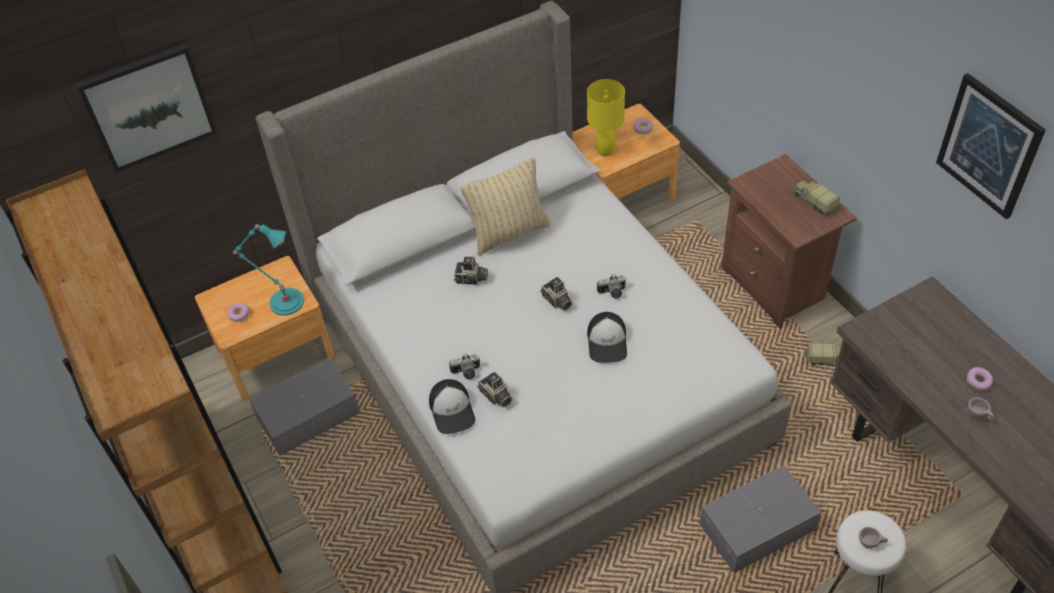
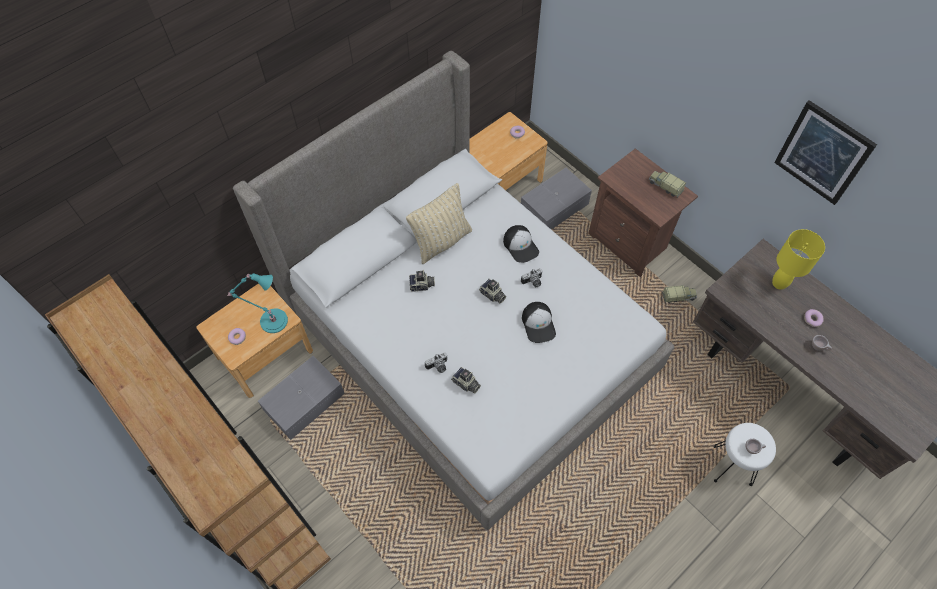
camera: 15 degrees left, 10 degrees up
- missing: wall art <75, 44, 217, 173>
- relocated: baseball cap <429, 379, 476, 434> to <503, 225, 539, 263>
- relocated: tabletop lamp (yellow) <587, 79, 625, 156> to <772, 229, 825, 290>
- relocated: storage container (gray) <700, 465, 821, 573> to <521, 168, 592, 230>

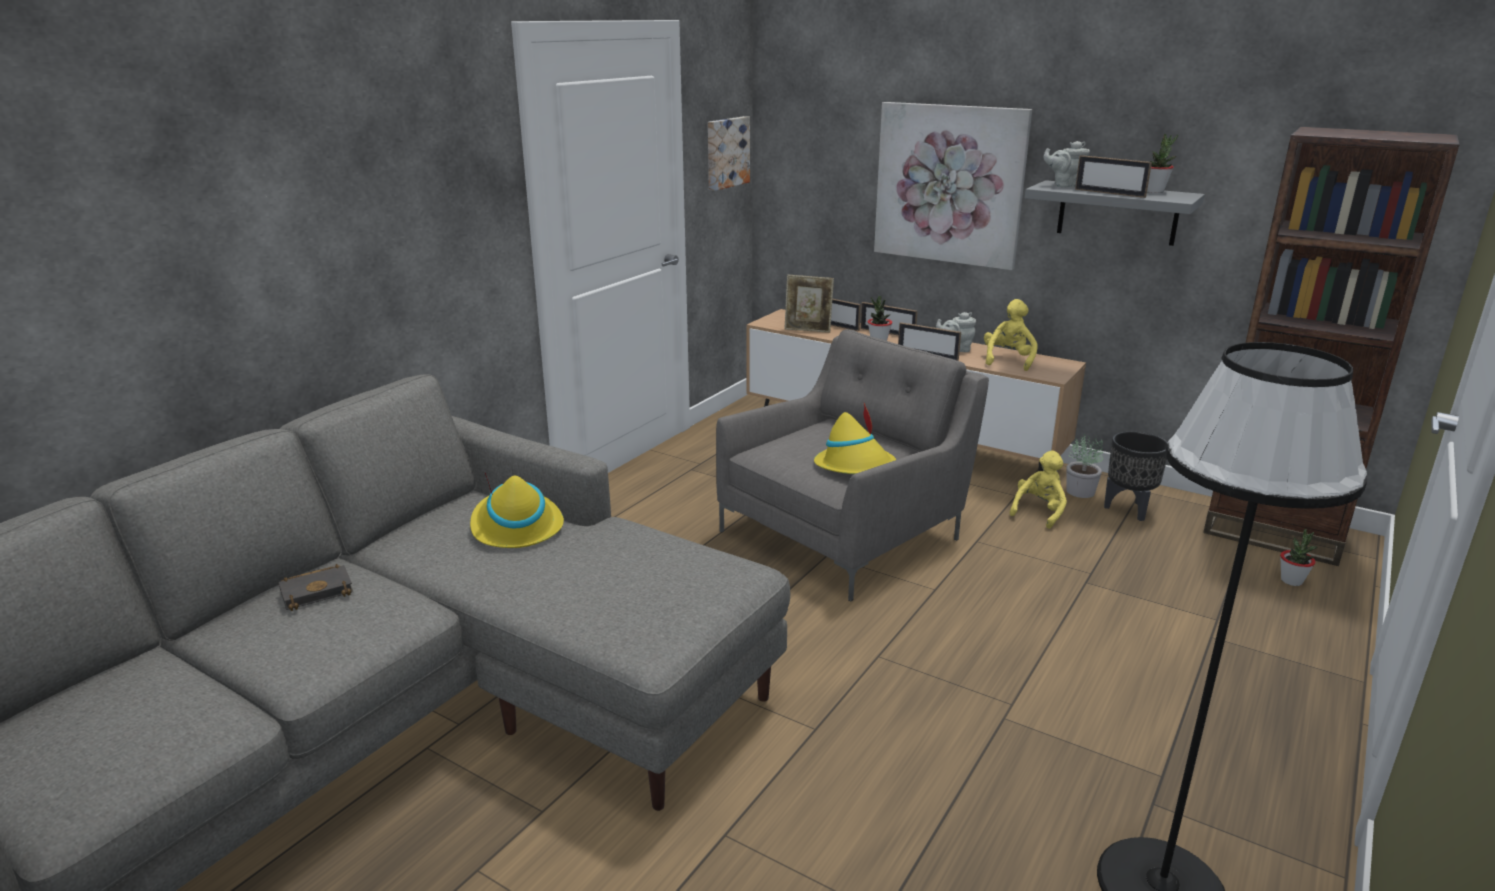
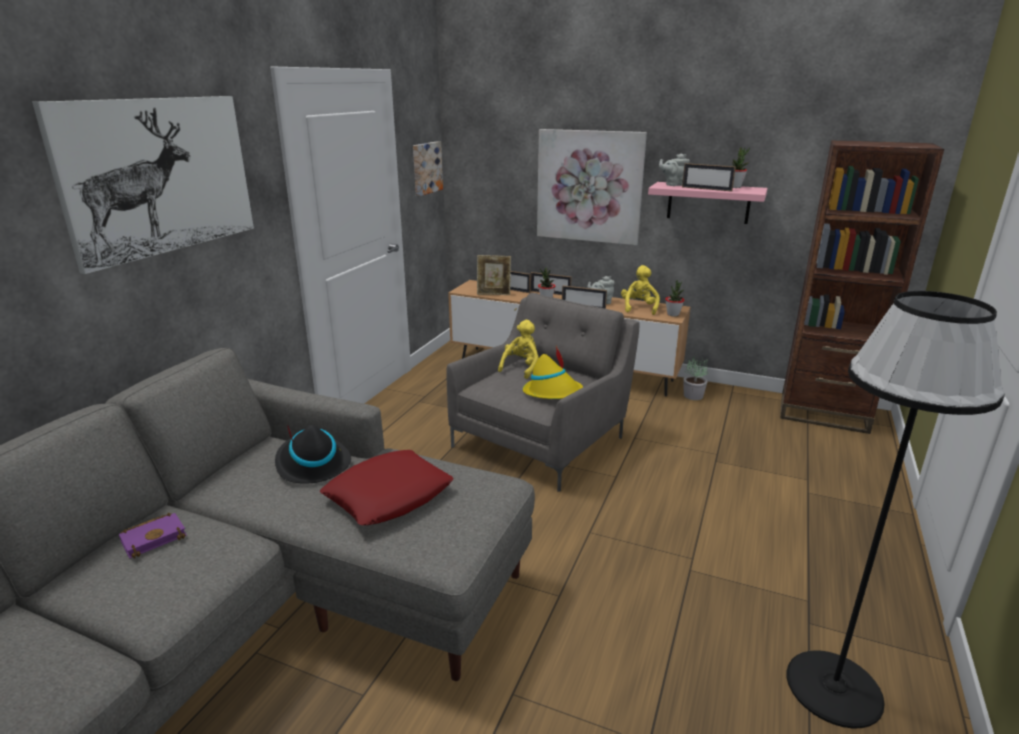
camera: 10 degrees left, 0 degrees up
- colour: book (blackish) <279, 564, 353, 611> to book (purple) <119, 513, 187, 558>
- colour: clothing hat (yellow) <470, 473, 564, 548> to clothing hat (blackish) <275, 425, 351, 484>
- relocated: soft toy (yellow) <1010, 450, 1067, 529> to <498, 320, 539, 379>
- colour: bracket shelf (gray) <1025, 180, 1205, 246> to bracket shelf (pink) <648, 182, 768, 224>
- missing: planter (blackish) <1104, 432, 1167, 521>
- relocated: plant in a pot <1280, 529, 1318, 586> to <665, 280, 685, 316>
- appeared: wall art <32, 96, 254, 274>
- appeared: cushion (reddish) <320, 450, 453, 525>

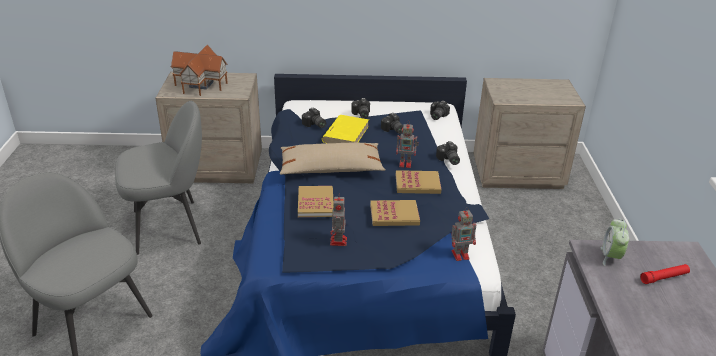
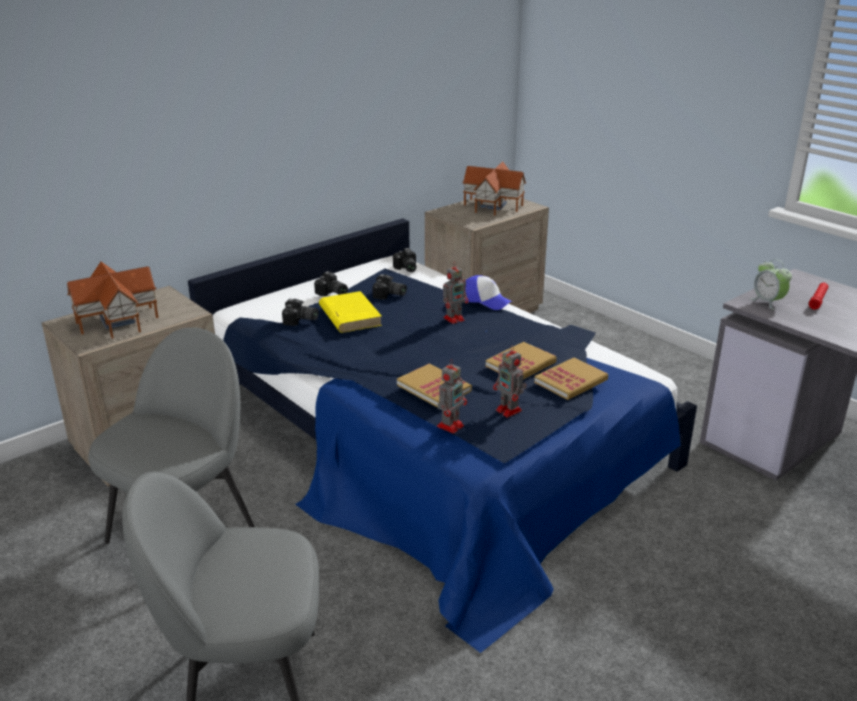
camera: 40 degrees left, 5 degrees down
- missing: cushion (beige-coloured) <280, 143, 386, 175>
- relocated: book <396, 170, 441, 194> to <534, 358, 608, 400>
- exchanged: photo camera <436, 141, 460, 165> to baseball cap <465, 275, 513, 310>
- relocated: robot figure <452, 207, 476, 261> to <437, 359, 467, 434>
- appeared: miniature house <462, 162, 526, 215>

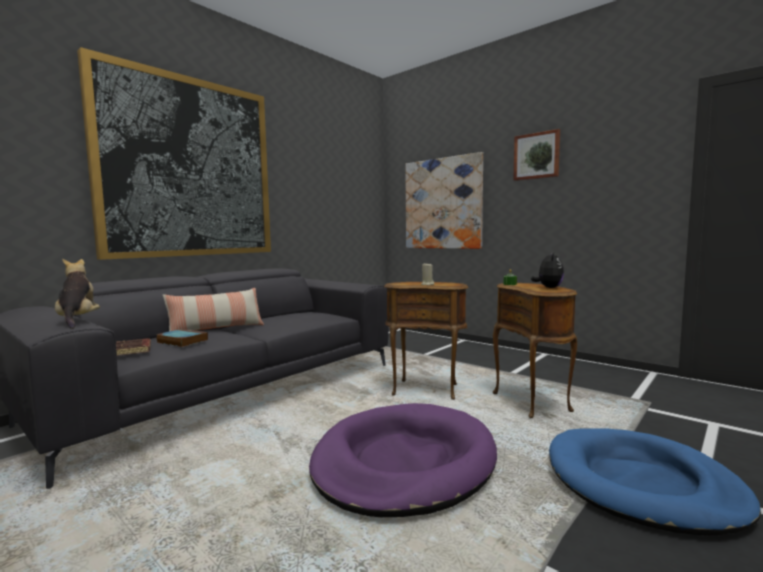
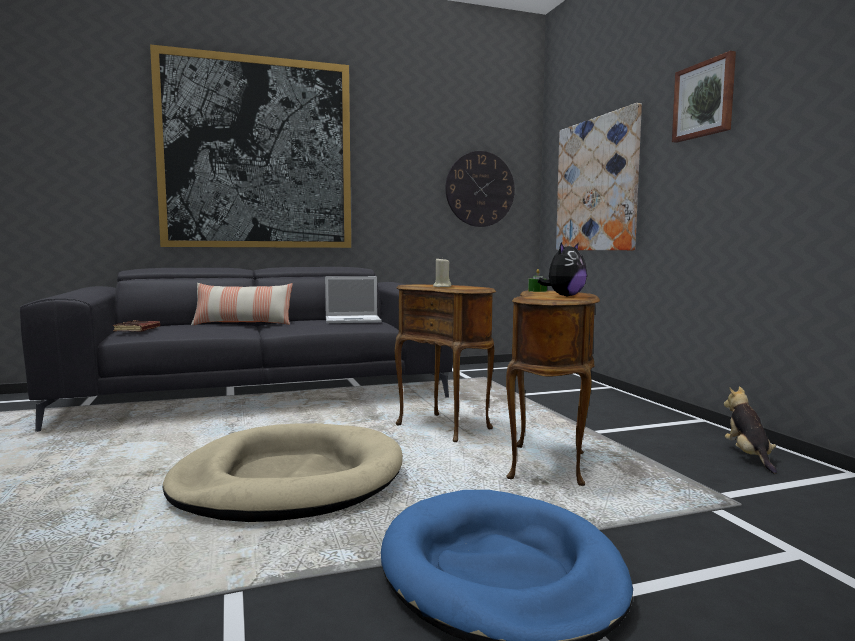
camera: 30 degrees right, 0 degrees up
- relocated: soft toy <55, 258, 100, 329> to <724, 387, 777, 474>
- missing: book <156, 329, 208, 347>
- colour: dog bed (purple) <309, 403, 497, 517> to dog bed (beige-coloured) <162, 423, 403, 522>
- appeared: portable computer <325, 276, 381, 323>
- appeared: hanging clock <446, 151, 515, 227>

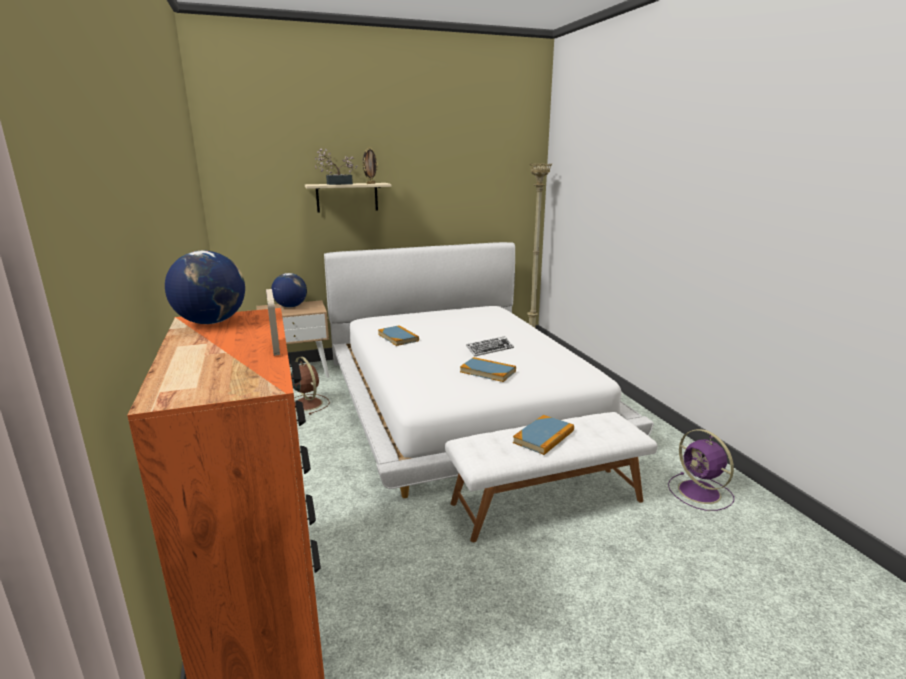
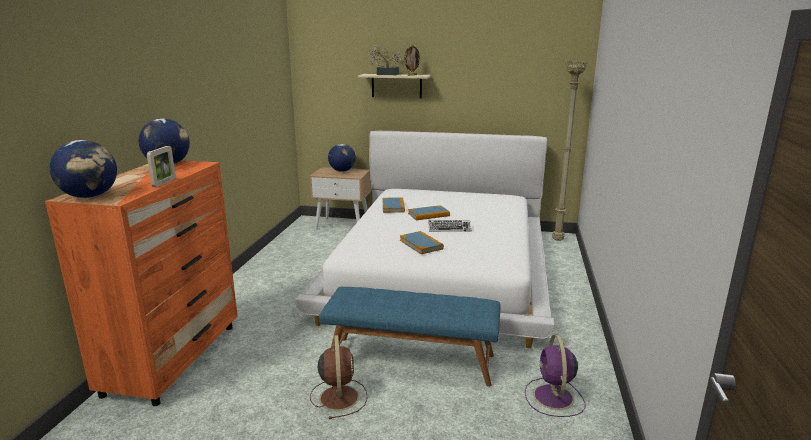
camera: 30 degrees right, 0 degrees up
- relocated: fan (brown) <291, 357, 330, 415> to <310, 335, 368, 419>
- colour: long seat (white-coloured) <445, 412, 658, 542> to long seat (bluish) <319, 287, 501, 387>
- relocated: book <513, 415, 574, 455> to <408, 205, 450, 220>
- appeared: globe <50, 140, 117, 198>

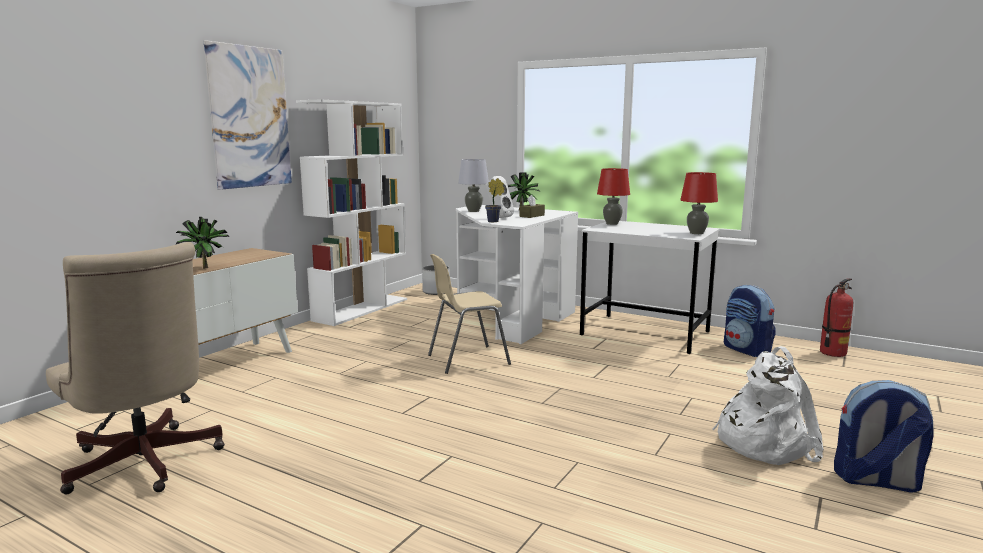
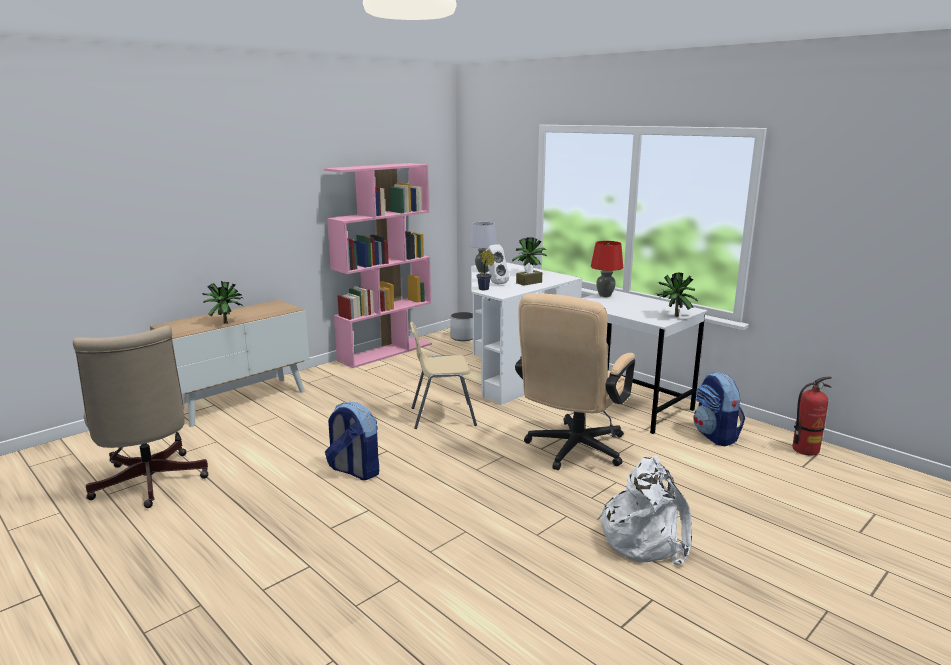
camera: 15 degrees right, 5 degrees up
- missing: wall art <204, 40, 292, 190>
- colour: bookshelf (white-coloured) <296, 100, 407, 326> to bookshelf (pink) <324, 163, 432, 368>
- exchanged: tabletop lamp (reddish) <680, 172, 718, 234> to plant in a pot <656, 273, 698, 317>
- relocated: knapsack <834, 380, 934, 493> to <325, 402, 379, 480>
- appeared: computer chair (beige-coloured) <515, 293, 635, 470>

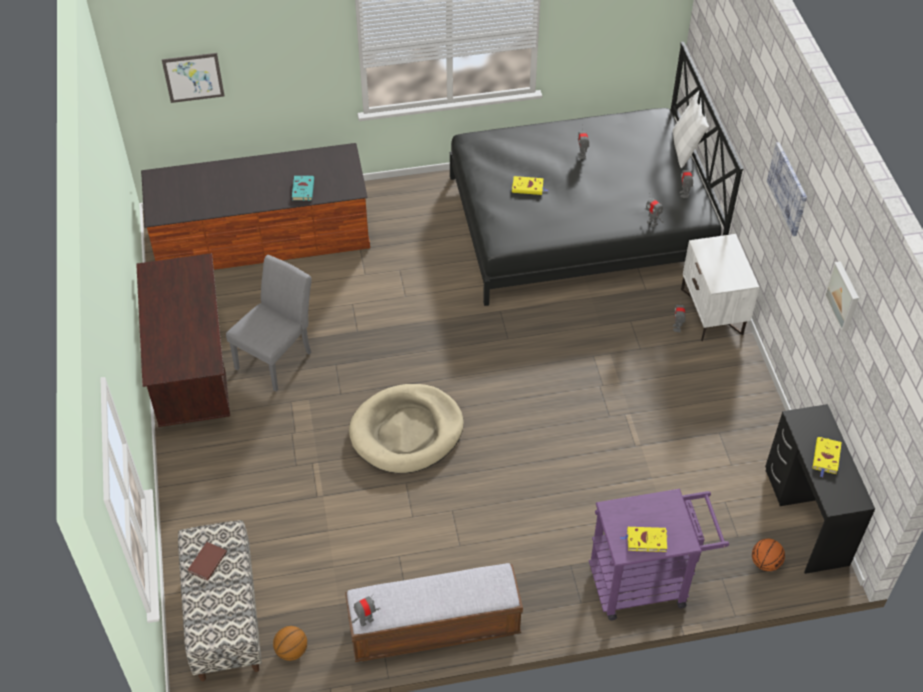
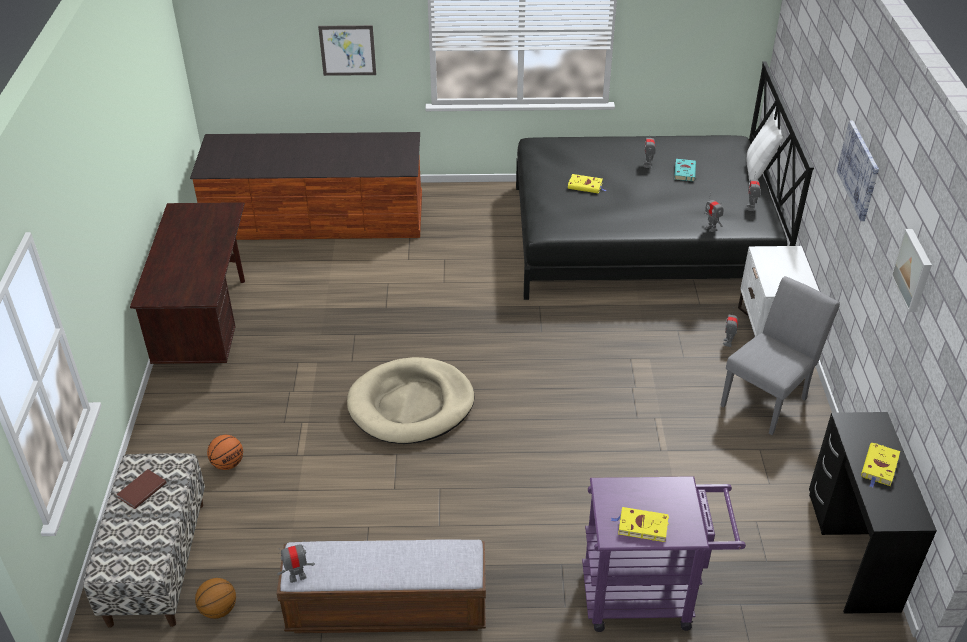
camera: 10 degrees right, 10 degrees down
- relocated: wall art <162, 53, 225, 103> to <318, 25, 376, 76>
- relocated: chair (gray) <226, 255, 312, 392> to <720, 276, 840, 435>
- relocated: book (turquoise-coloured) <292, 175, 314, 201> to <674, 159, 696, 182>
- relocated: basketball ball <752, 539, 785, 571> to <207, 435, 243, 470>

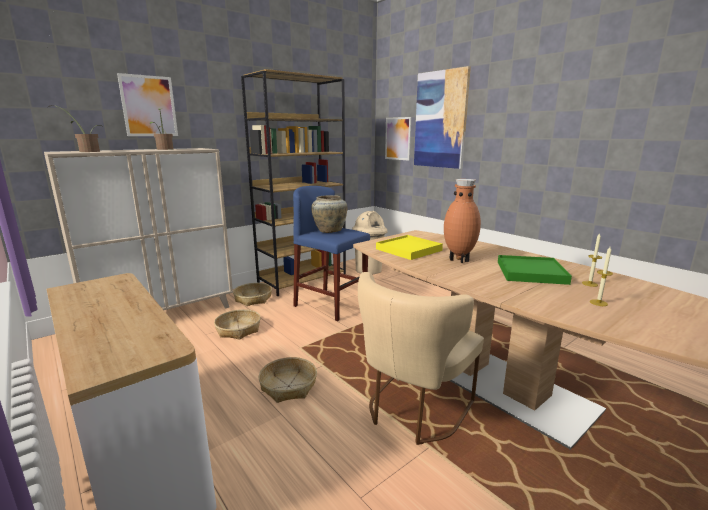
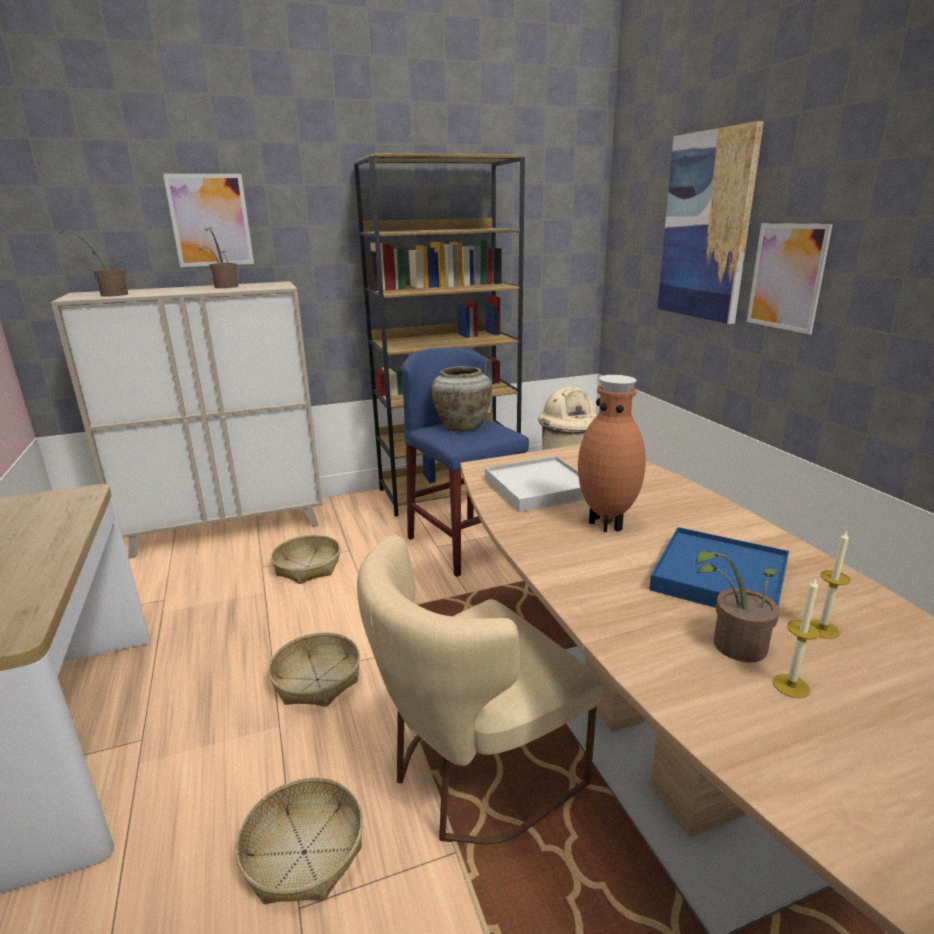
camera: 20 degrees right, 5 degrees up
- relocated: basket <233, 283, 272, 306> to <235, 777, 363, 904>
- colour: serving tray (yellow) <376, 235, 443, 260> to serving tray (white-coloured) <485, 456, 584, 512>
- relocated: wall art <385, 117, 411, 161> to <747, 223, 833, 334>
- colour: serving tray (greenish) <498, 255, 572, 285> to serving tray (bluish) <649, 527, 789, 608>
- appeared: plant in a pot <696, 550, 780, 662>

